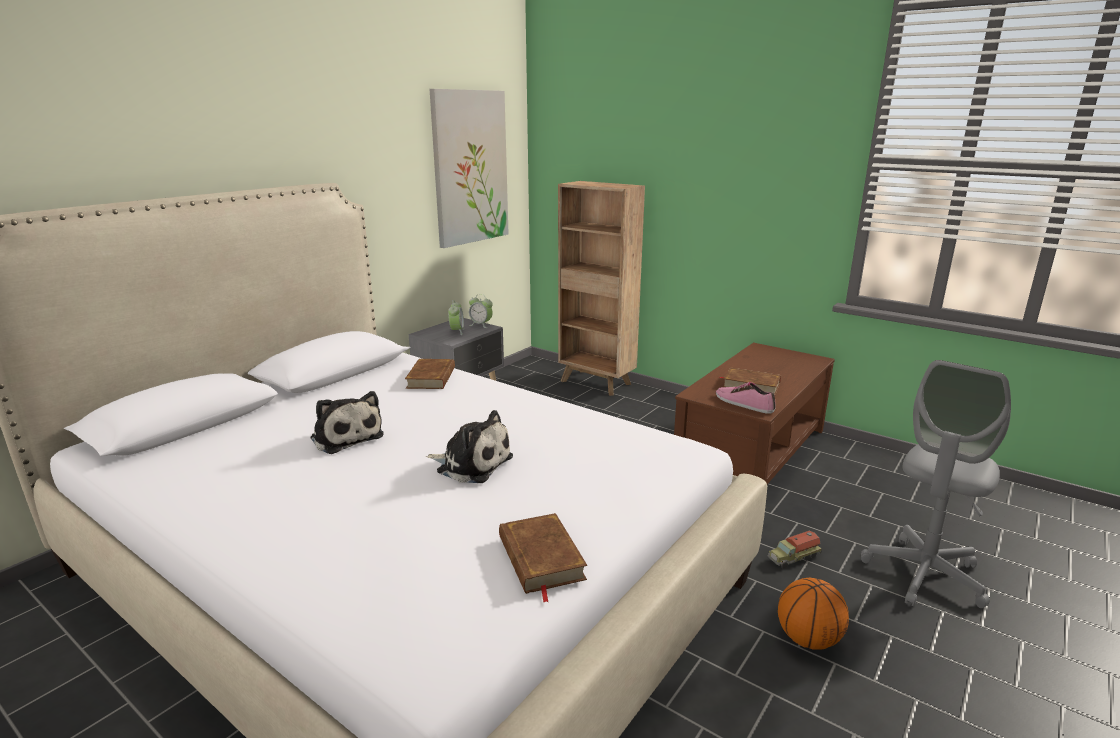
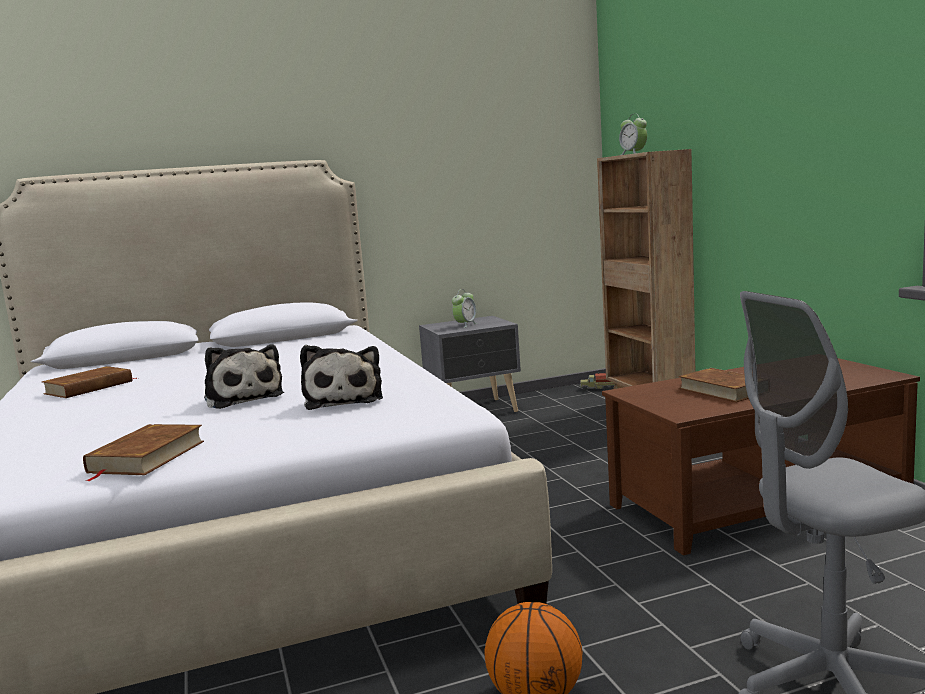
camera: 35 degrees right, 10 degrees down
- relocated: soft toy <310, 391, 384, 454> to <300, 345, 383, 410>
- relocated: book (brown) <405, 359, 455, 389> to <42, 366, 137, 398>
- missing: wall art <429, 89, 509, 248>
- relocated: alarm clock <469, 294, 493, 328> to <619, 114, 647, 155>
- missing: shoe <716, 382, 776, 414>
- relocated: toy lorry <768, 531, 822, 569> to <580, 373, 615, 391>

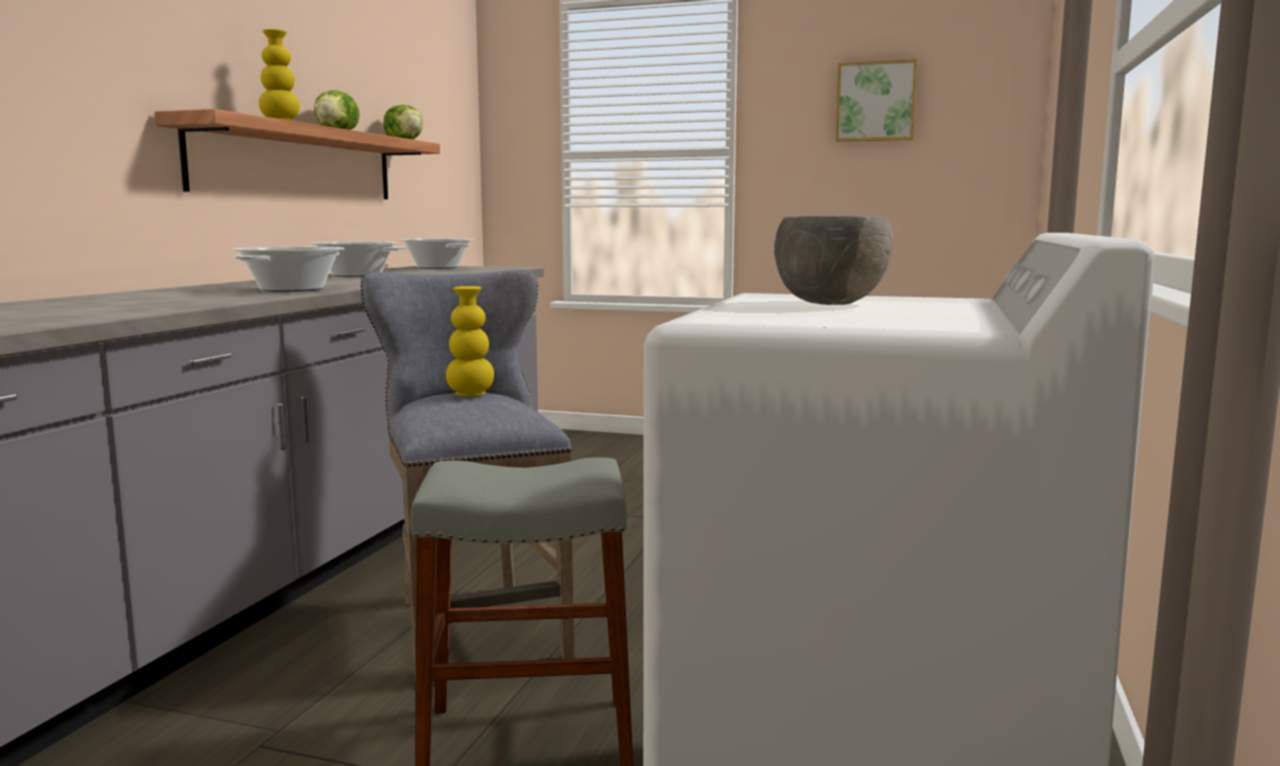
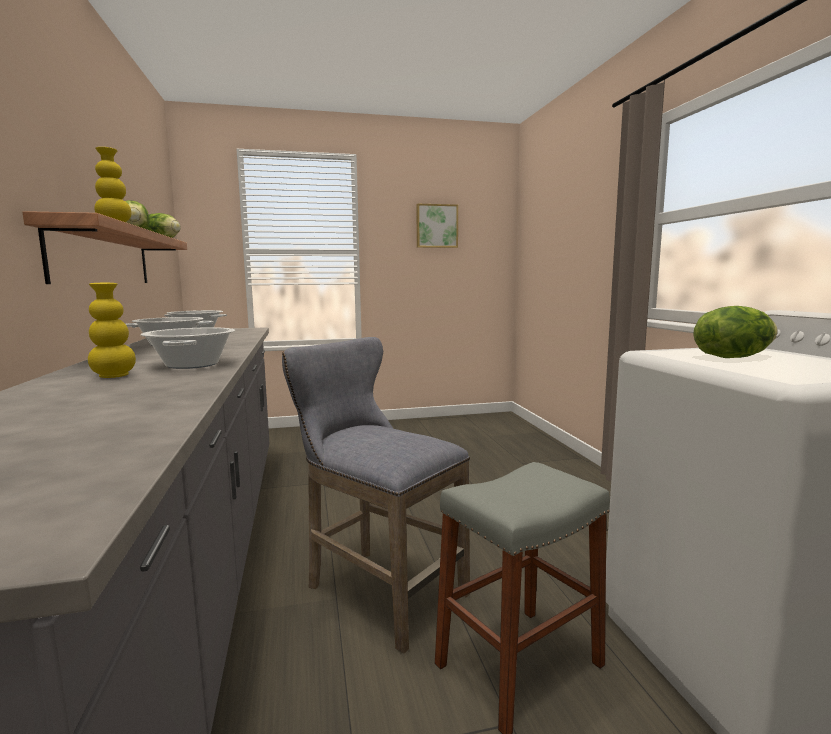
camera: 30 degrees left, 0 degrees up
- relocated: vase (yellow) <446, 286, 494, 397> to <88, 282, 136, 378>
- exchanged: deep dish (gray) <774, 216, 894, 305> to lettuce head <693, 306, 778, 358>

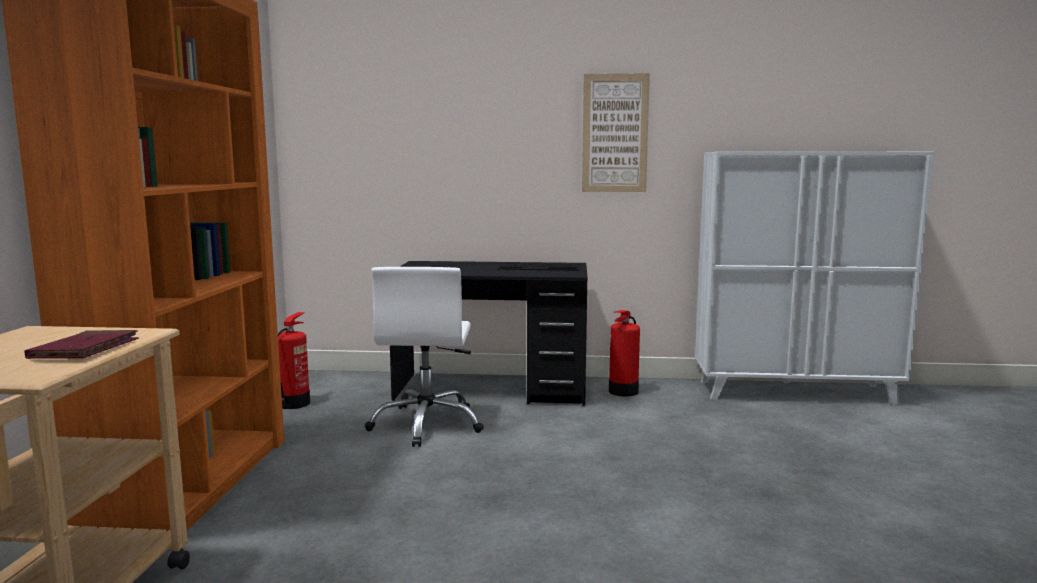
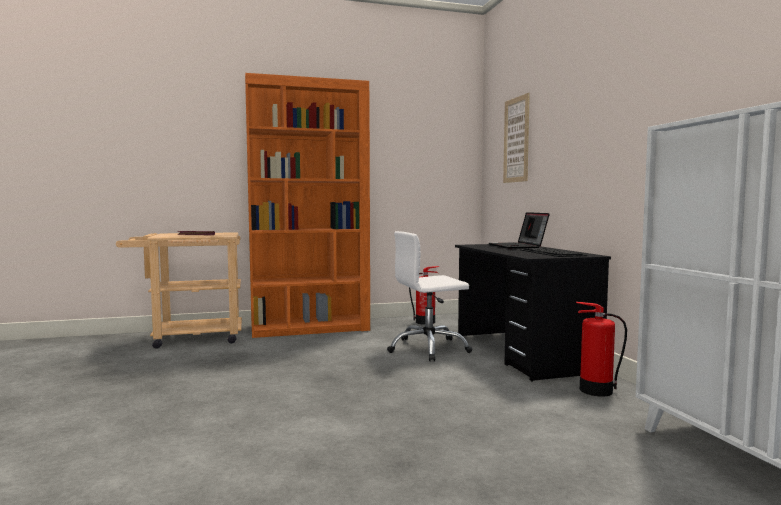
camera: 70 degrees right, 5 degrees down
- relocated: wall art <582, 73, 650, 192> to <503, 93, 530, 183>
- appeared: portable computer <489, 212, 550, 249>

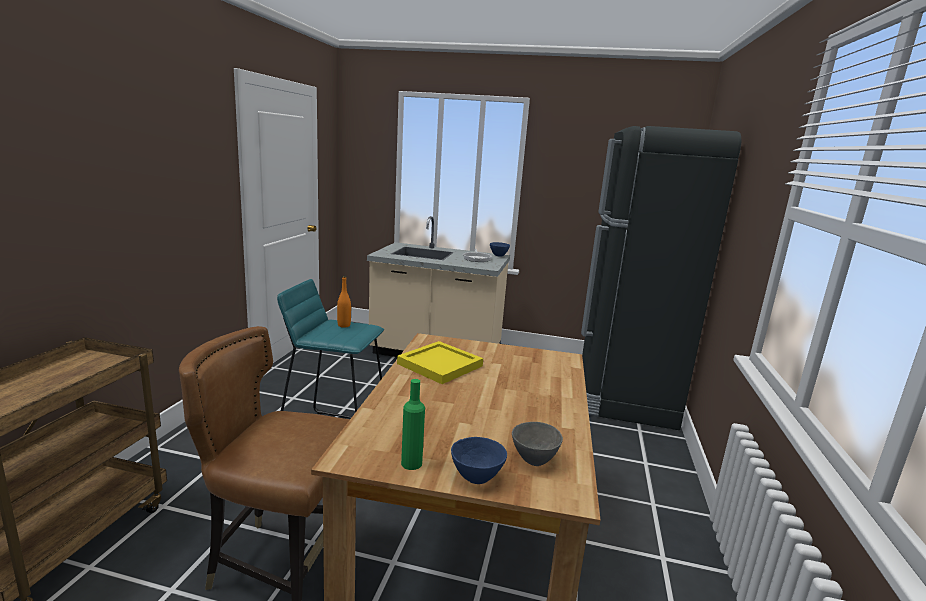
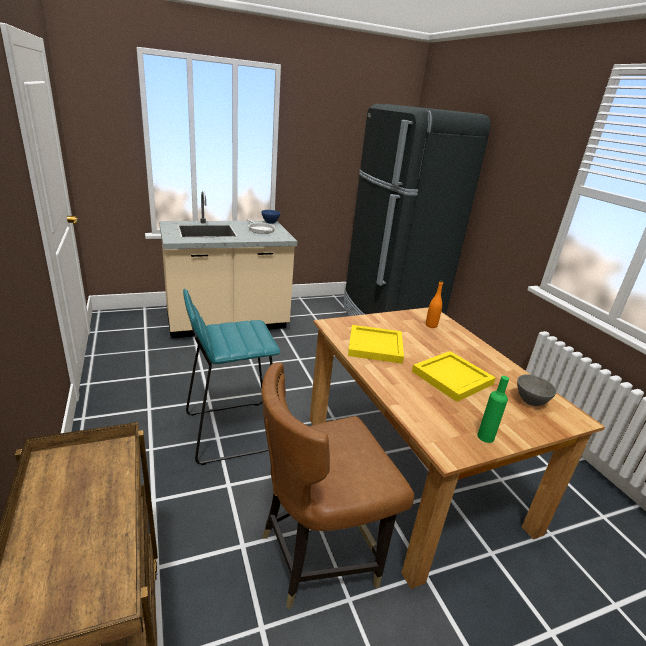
camera: 35 degrees left, 10 degrees up
- relocated: drink bottle (orange-coloured) <337, 276, 351, 328> to <426, 280, 443, 328>
- missing: deep dish (bluish) <451, 437, 507, 484>
- appeared: serving tray (yellow) <412, 351, 496, 402>

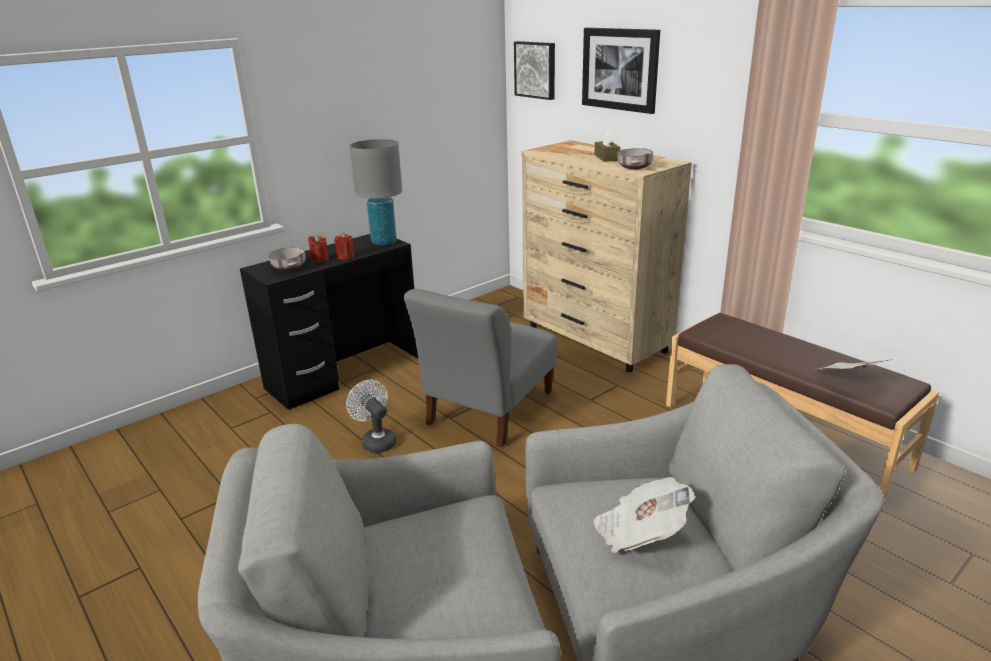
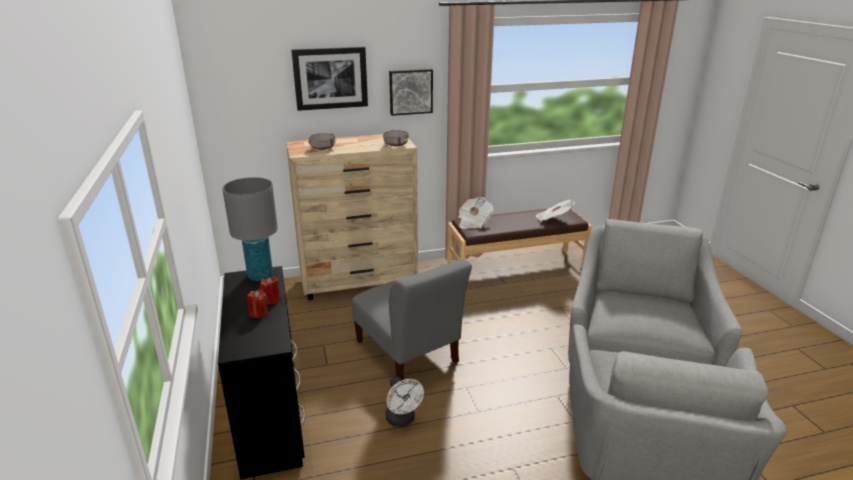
camera: 65 degrees left, 0 degrees up
- relocated: deep dish (gray) <269, 247, 305, 271> to <308, 133, 337, 150>
- spun: fan (white-coloured) <346, 380, 396, 453> = <386, 377, 424, 427> 105 degrees counterclockwise
- relocated: wall art <514, 41, 555, 100> to <389, 69, 433, 116>
- relocated: newspaper <593, 477, 695, 553> to <458, 197, 494, 229>
- missing: box of tissues (brown) <594, 131, 620, 162>

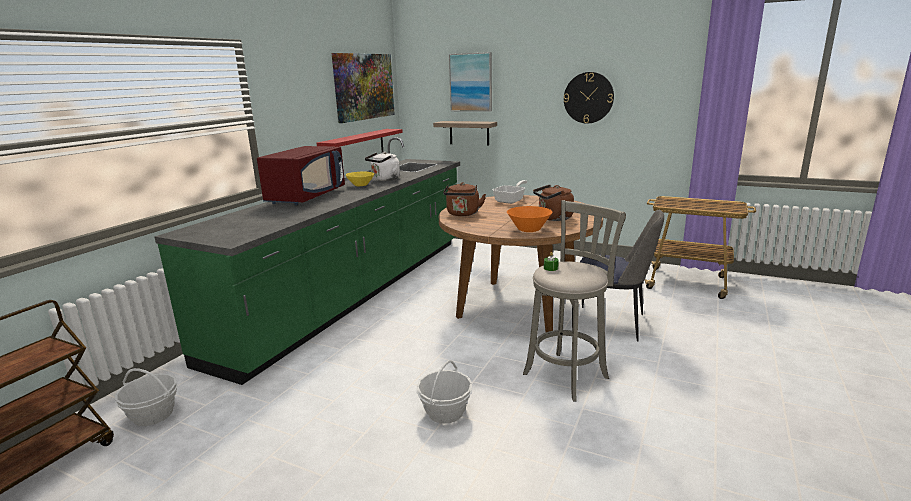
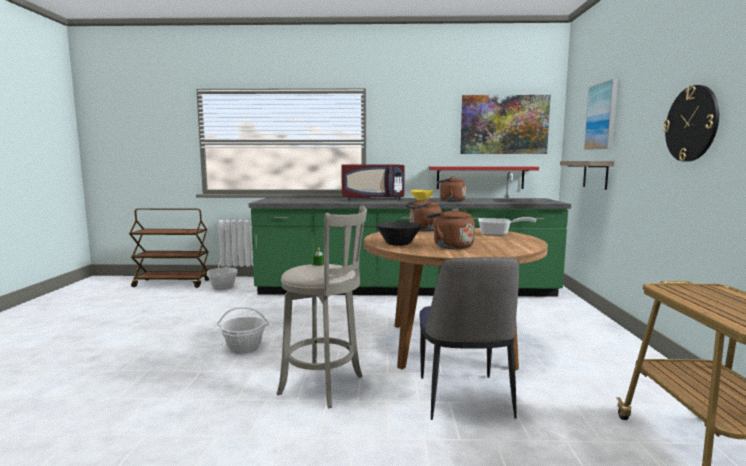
camera: 65 degrees right, 10 degrees down
- colour: water kettle (white-coloured) <365, 152, 400, 181> to water kettle (brown) <437, 176, 466, 202>
- colour: deep dish (orange-coloured) <507, 206, 552, 232> to deep dish (blackish) <375, 222, 422, 246>

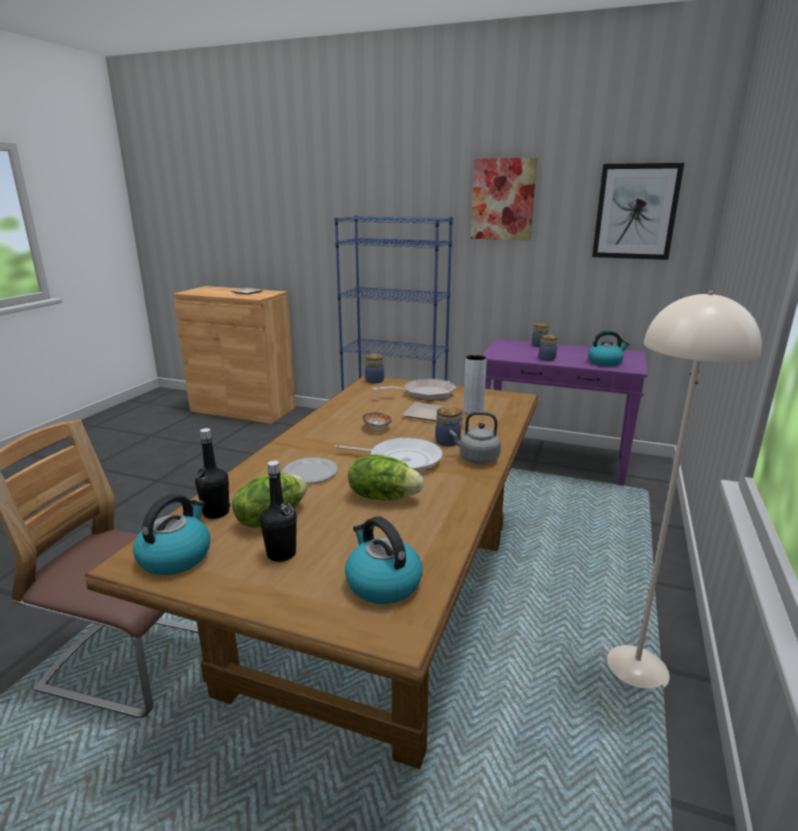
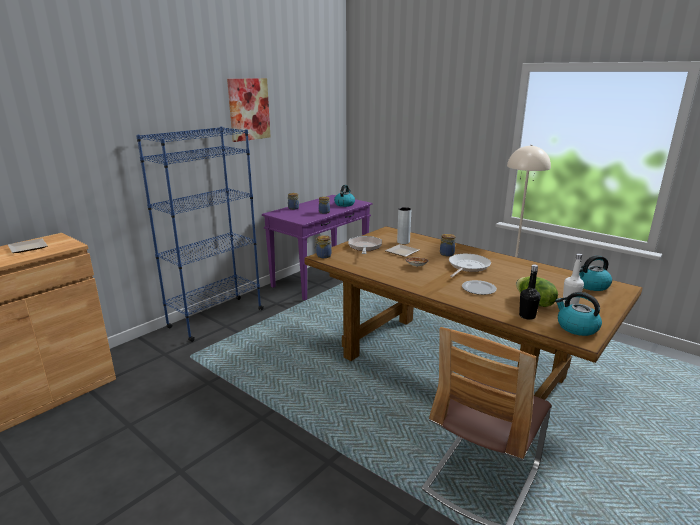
camera: 70 degrees left, 0 degrees up
- colour: drink bottle (blackish) <260, 460, 297, 562> to drink bottle (white-coloured) <563, 253, 584, 305>
- missing: lettuce head <348, 455, 424, 500>
- missing: water kettle (gray) <450, 412, 501, 464>
- missing: wall art <592, 163, 684, 260>

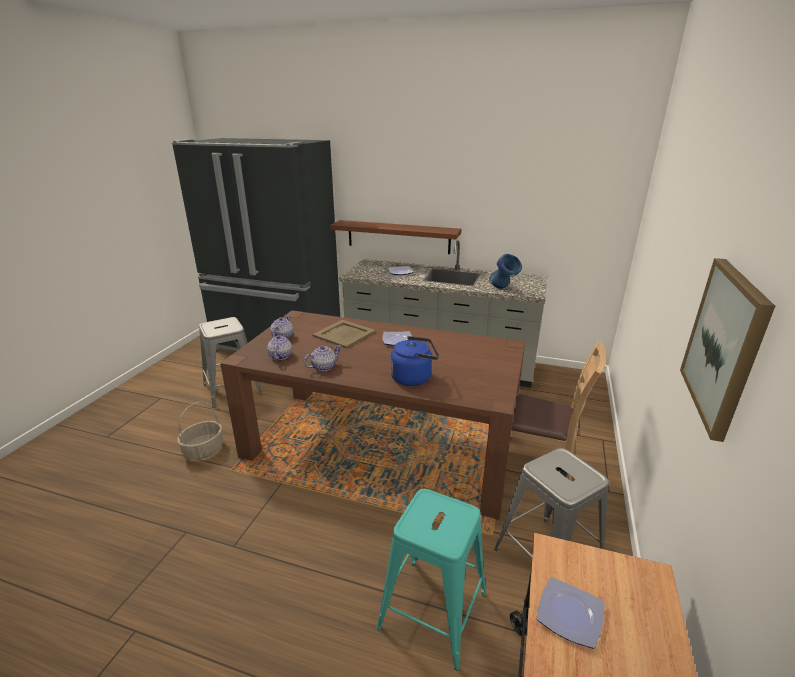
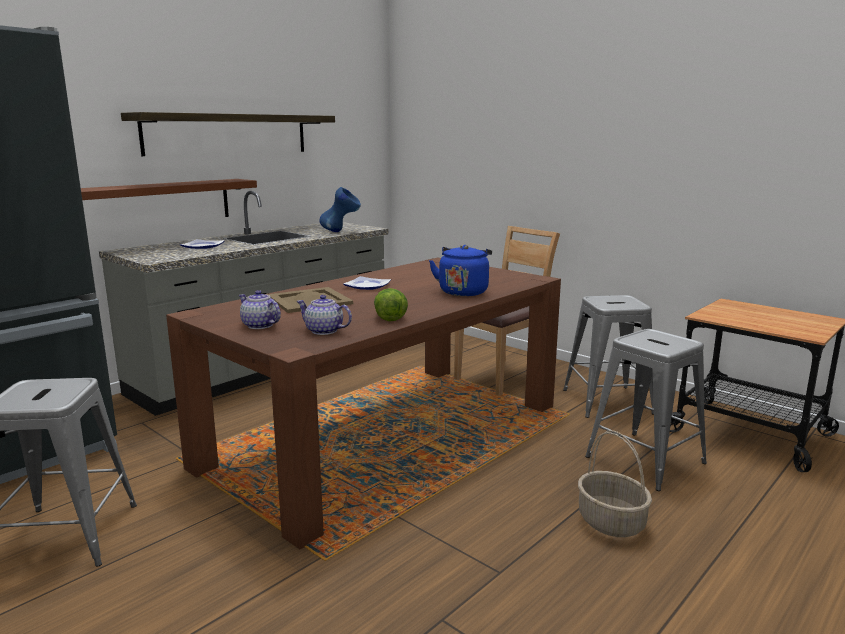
camera: 65 degrees left, 10 degrees down
- relocated: basket <177, 401, 223, 460> to <578, 430, 652, 537>
- exchanged: tea pot <304, 345, 341, 371> to lettuce head <374, 288, 408, 321>
- colour: sitting stool (turquoise-coloured) <377, 489, 486, 671> to sitting stool (gray) <585, 329, 707, 491>
- missing: dinner plate <537, 577, 605, 649>
- missing: wall art <680, 258, 775, 442>
- appeared: bracket shelf <121, 112, 335, 156>

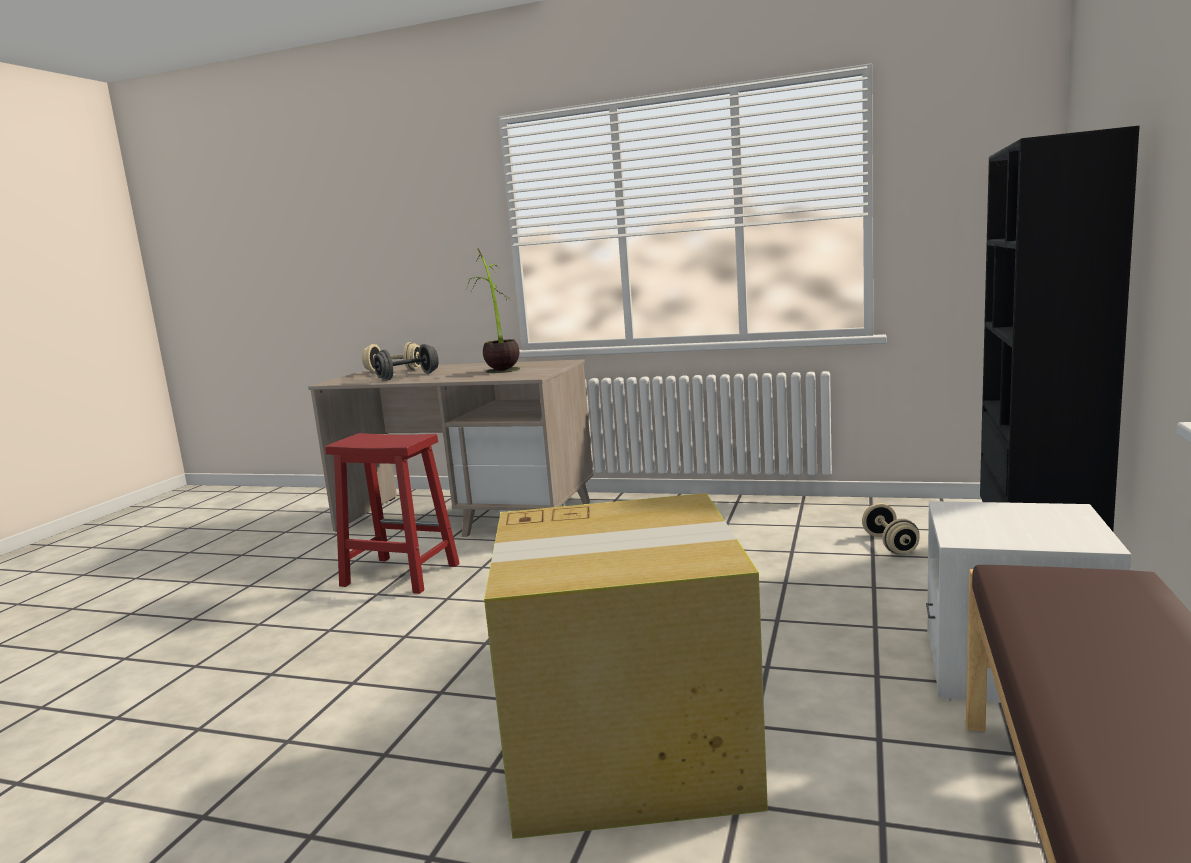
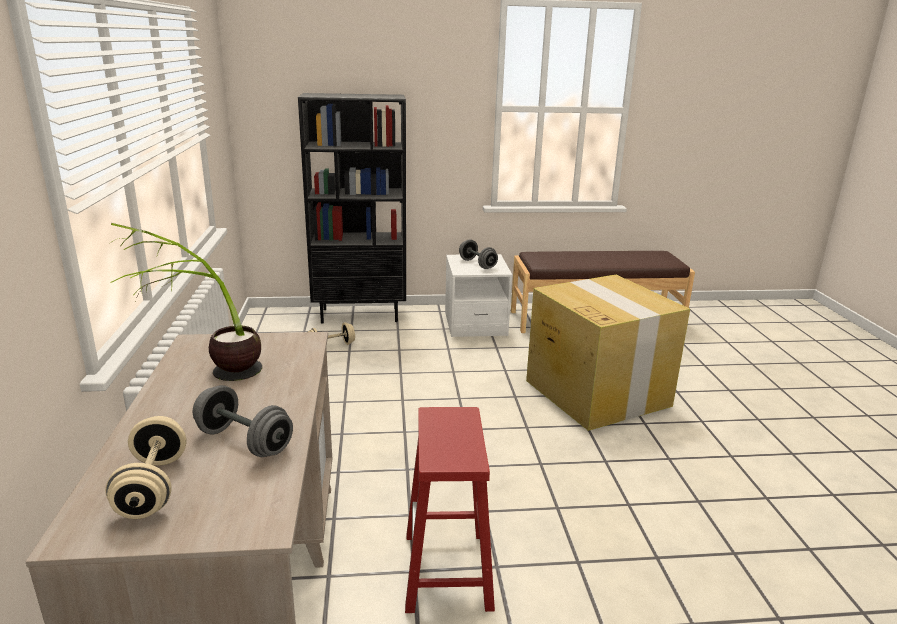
camera: 115 degrees left, 10 degrees up
- appeared: free weight (gray) <459, 239, 498, 269>

